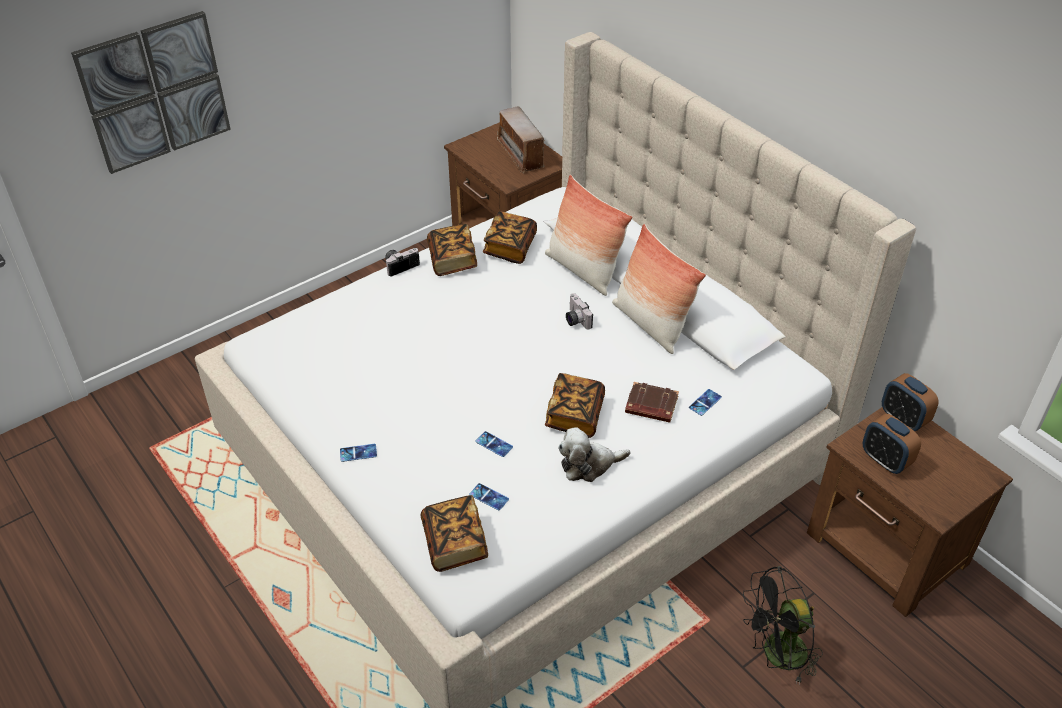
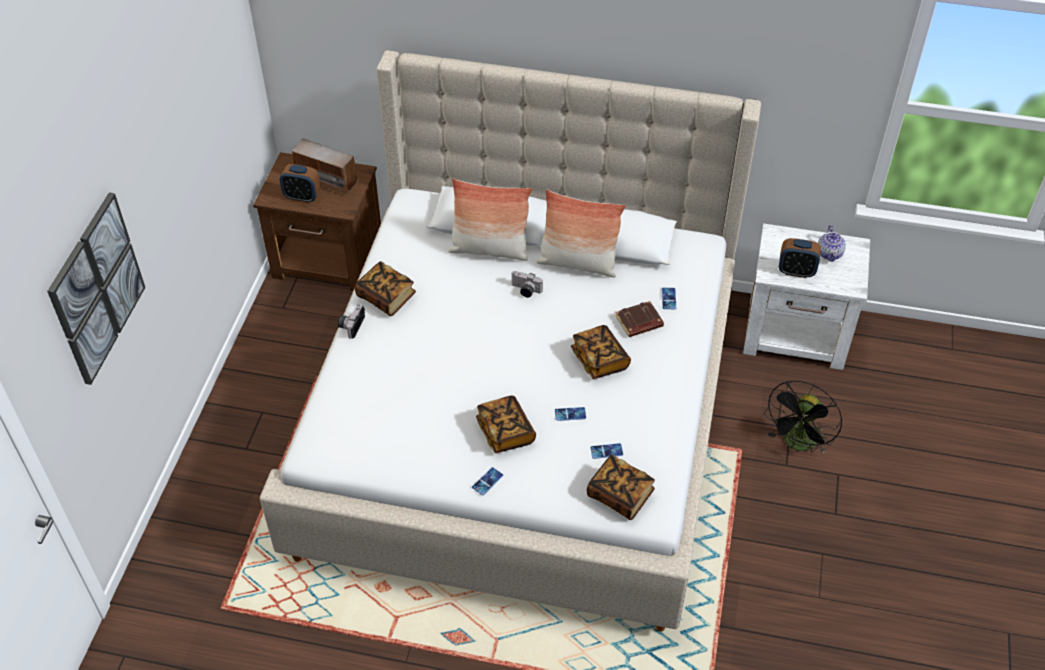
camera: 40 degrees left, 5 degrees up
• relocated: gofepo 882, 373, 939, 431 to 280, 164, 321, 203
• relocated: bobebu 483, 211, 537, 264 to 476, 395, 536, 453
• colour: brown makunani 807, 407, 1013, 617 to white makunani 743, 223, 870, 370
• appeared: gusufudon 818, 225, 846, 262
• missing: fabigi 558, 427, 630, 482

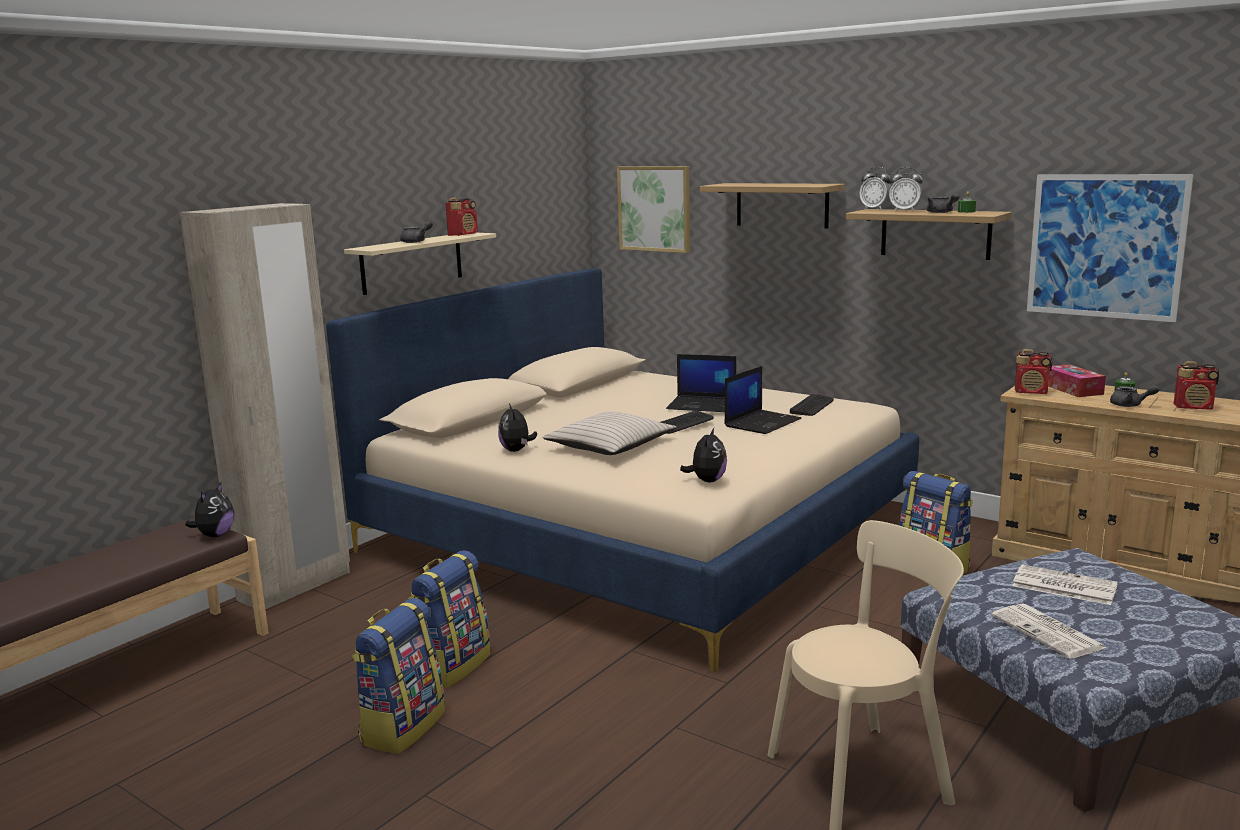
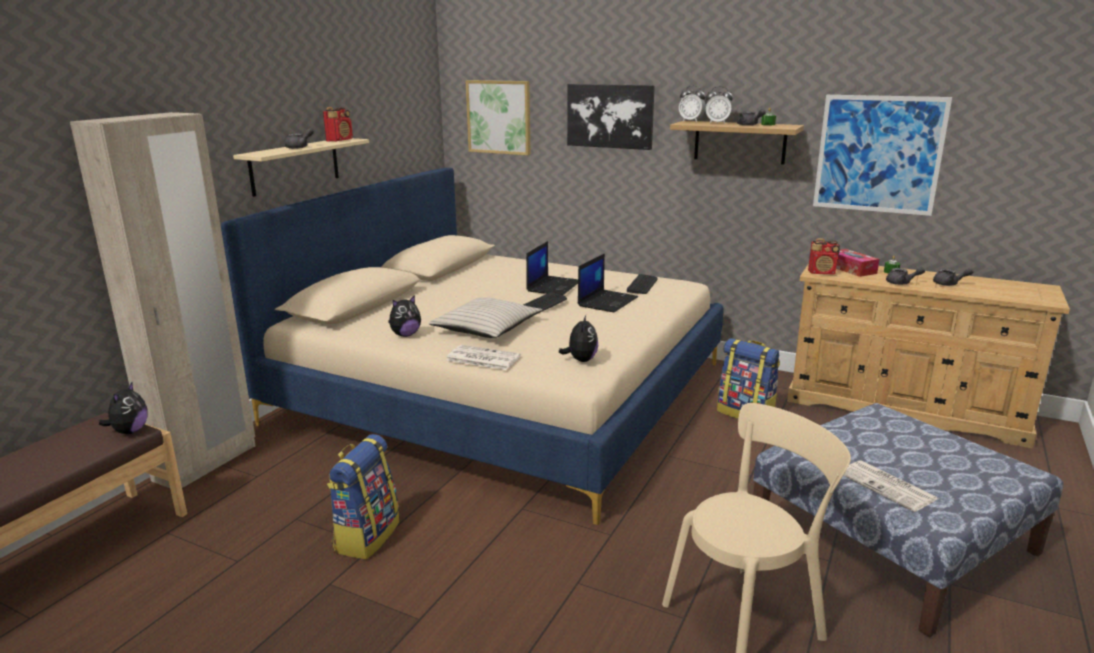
camera: 10 degrees left, 5 degrees up
• spun: fabigi 498, 403, 537, 452 = 388, 295, 421, 337 105 degrees counterclockwise
• relocated: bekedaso 1012, 564, 1118, 605 to 446, 345, 521, 370
• spun: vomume 666, 354, 737, 412 = 526, 241, 578, 295 75 degrees counterclockwise
• exchanged: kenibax 700, 183, 845, 229 to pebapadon 567, 84, 655, 150
• exchanged: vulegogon 1174, 361, 1219, 410 to grey gusufudon 933, 268, 973, 286
• missing: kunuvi 352, 598, 445, 754

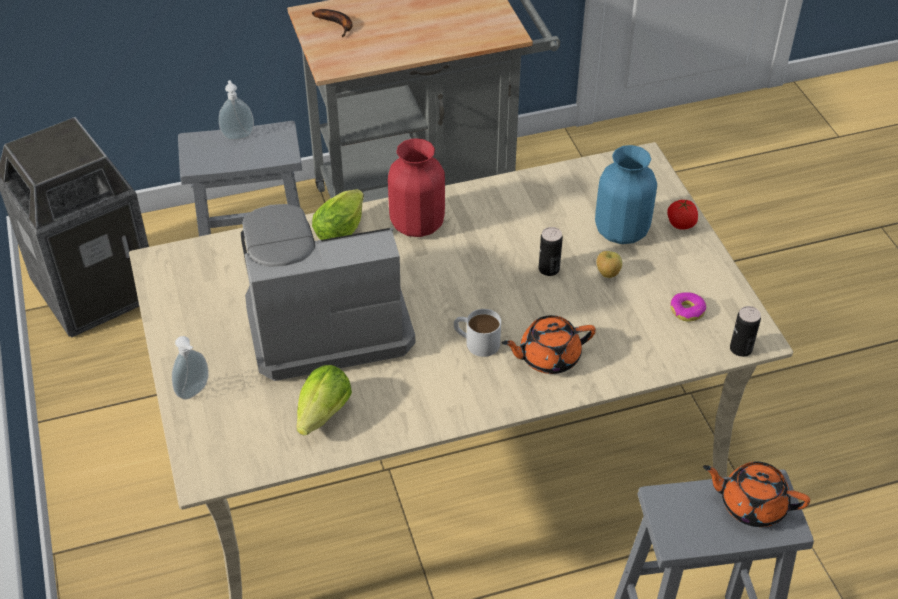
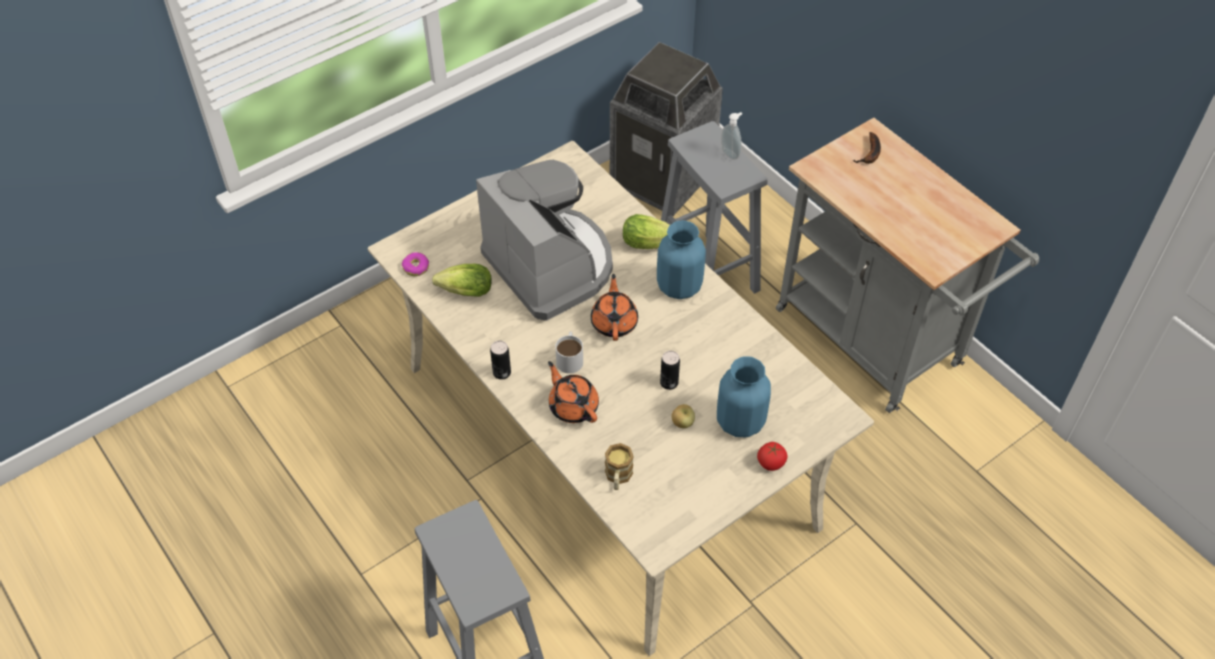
camera: 70 degrees right, 5 degrees up
• relocated: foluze 670, 292, 706, 322 to 402, 252, 429, 276
• relocated: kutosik 730, 306, 761, 357 to 490, 341, 511, 380
• relocated: orange gusufudon 703, 461, 810, 527 to 591, 274, 638, 341
• appeared: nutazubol 605, 443, 634, 490
• colour: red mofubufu 388, 138, 445, 237 to blue mofubufu 657, 220, 706, 299
• missing: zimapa 172, 336, 209, 400

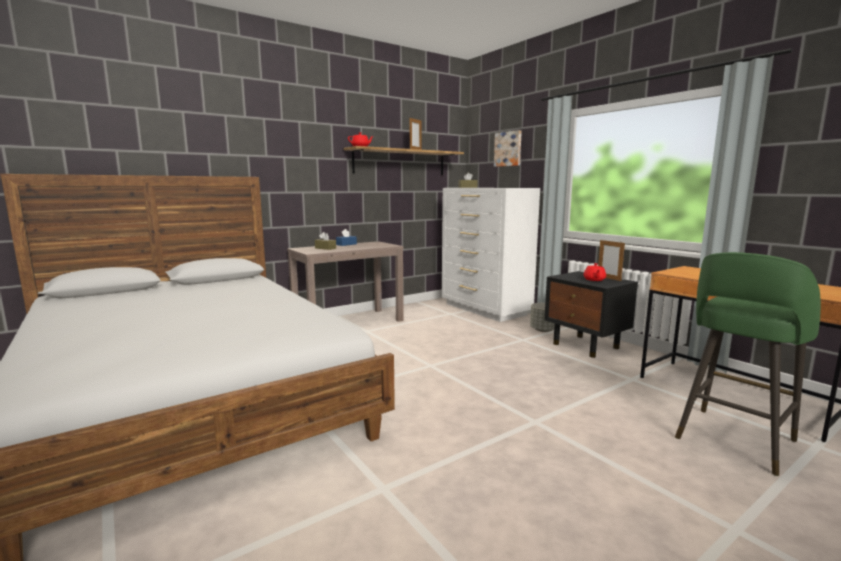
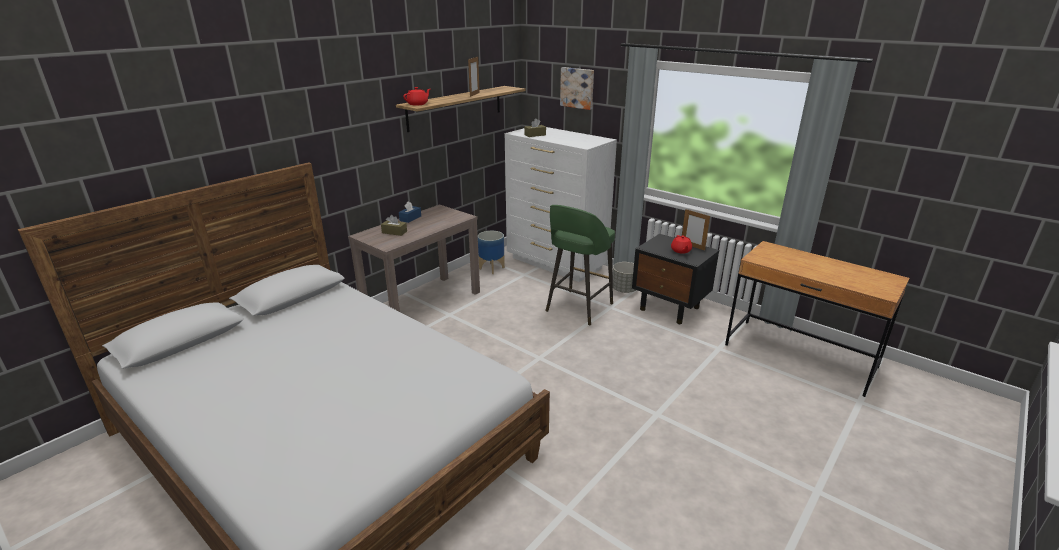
camera: 15 degrees left, 15 degrees up
• appeared: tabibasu 478, 231, 505, 274
• relocated: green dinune 675, 252, 821, 476 to 545, 205, 615, 326

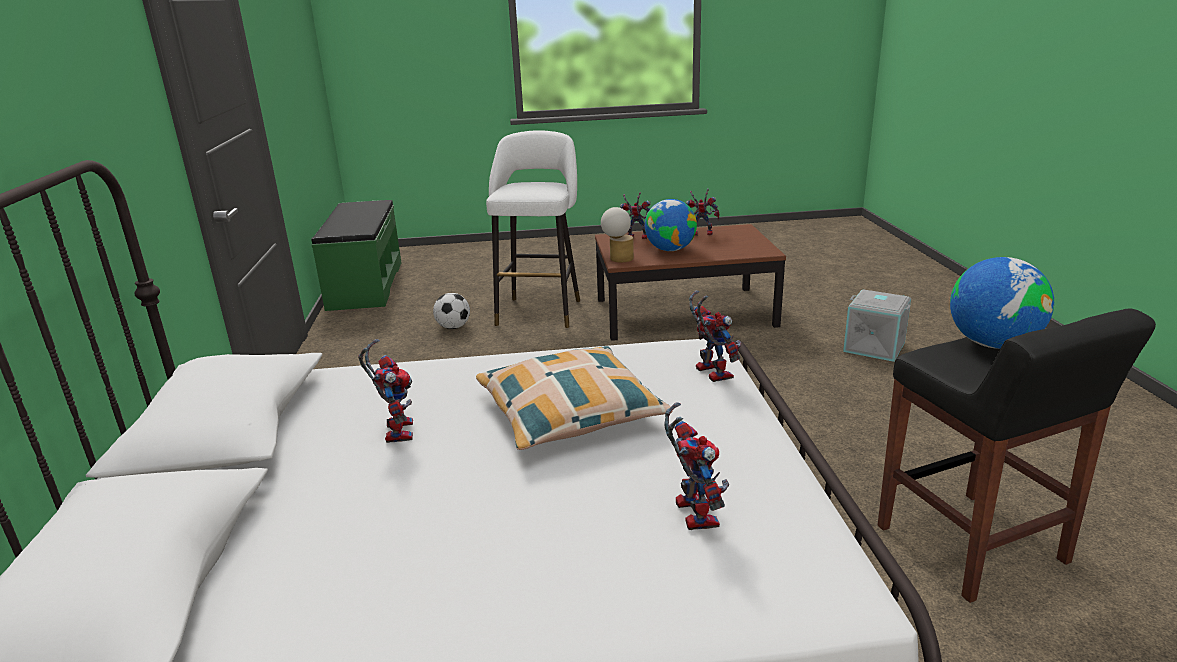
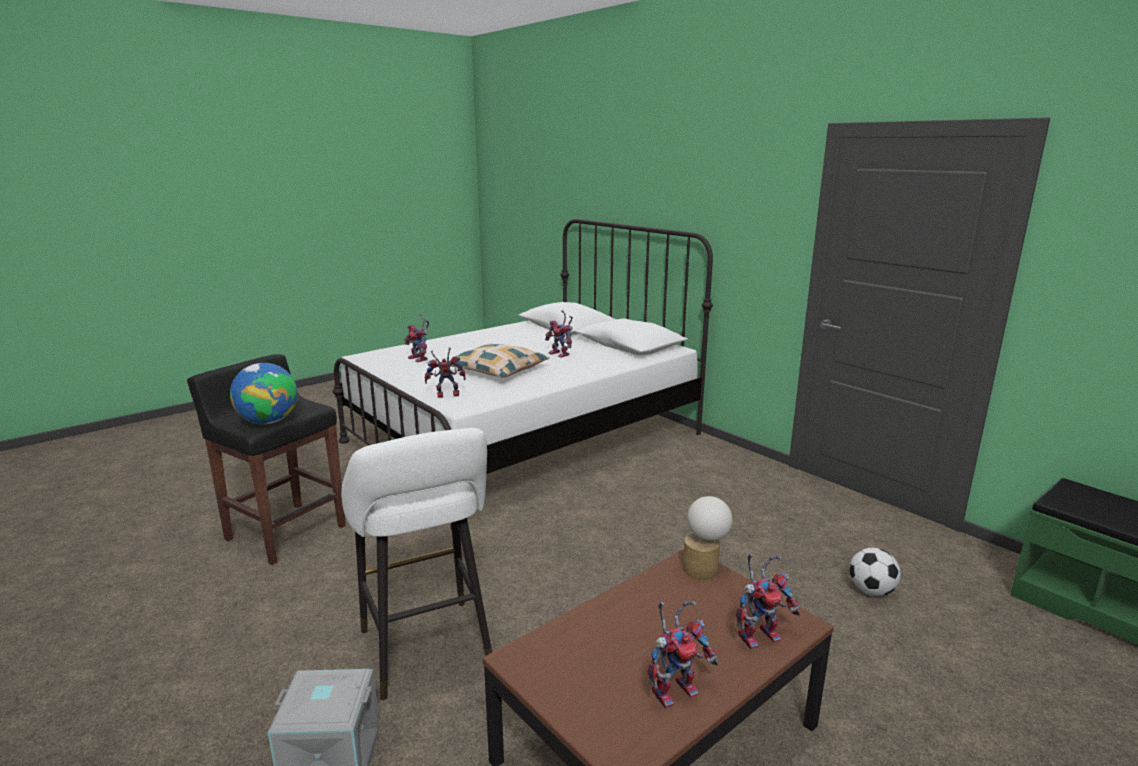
camera: 145 degrees right, 5 degrees down
• relocated: white dinune 486, 130, 580, 328 to 341, 428, 492, 700
• spun: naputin 689, 290, 741, 382 = 425, 347, 465, 398 135 degrees clockwise
• missing: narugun 645, 199, 697, 251

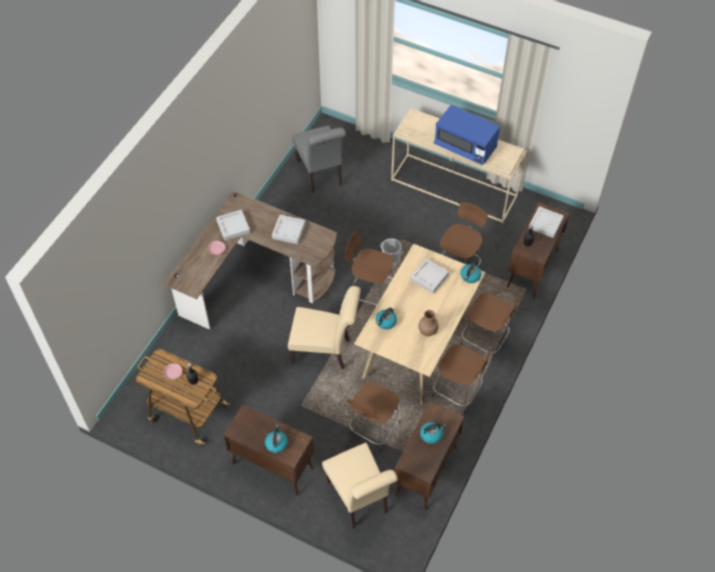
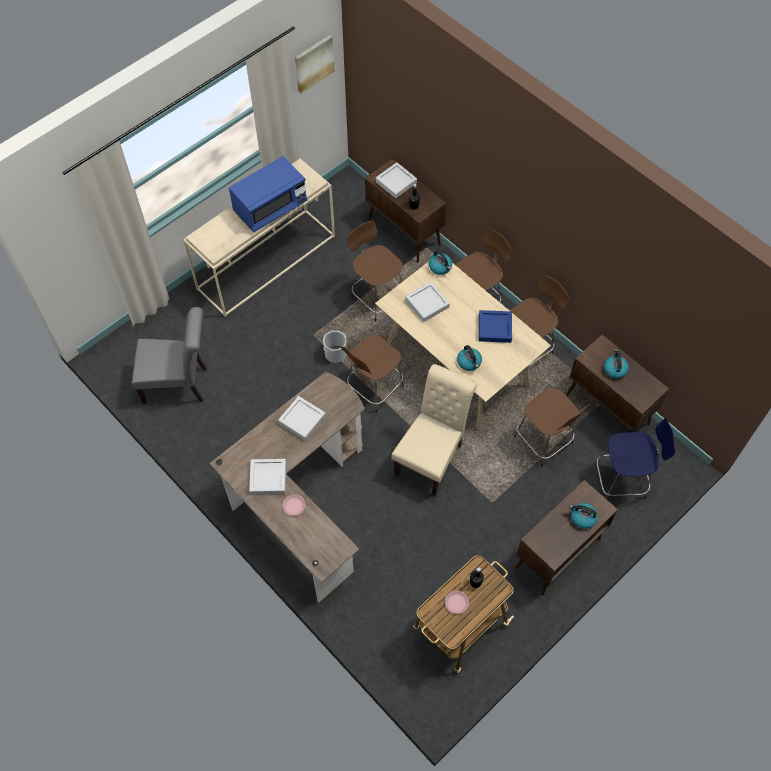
camera: 70 degrees left, 5 degrees up
• appeared: pebapadon 295, 35, 334, 93
• exchanged: brown mofubufu 418, 310, 438, 336 to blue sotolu 479, 310, 512, 343
• exchanged: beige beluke 322, 443, 398, 529 to blue dinune 595, 418, 675, 499

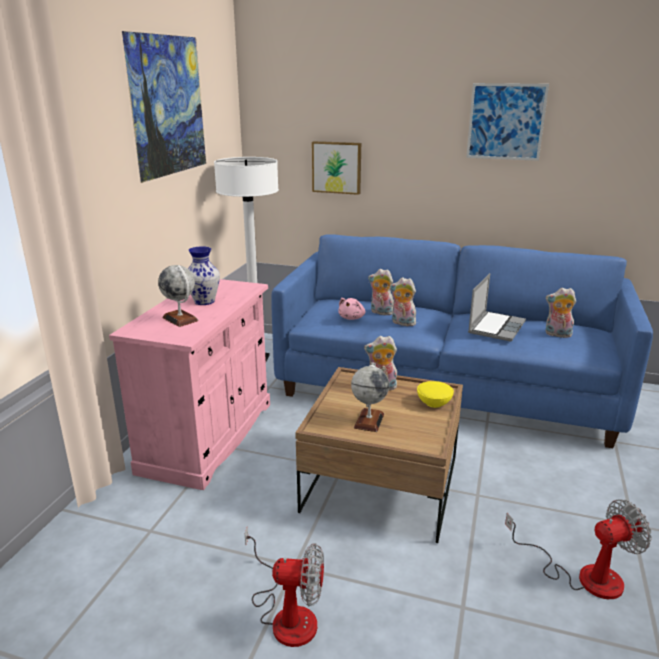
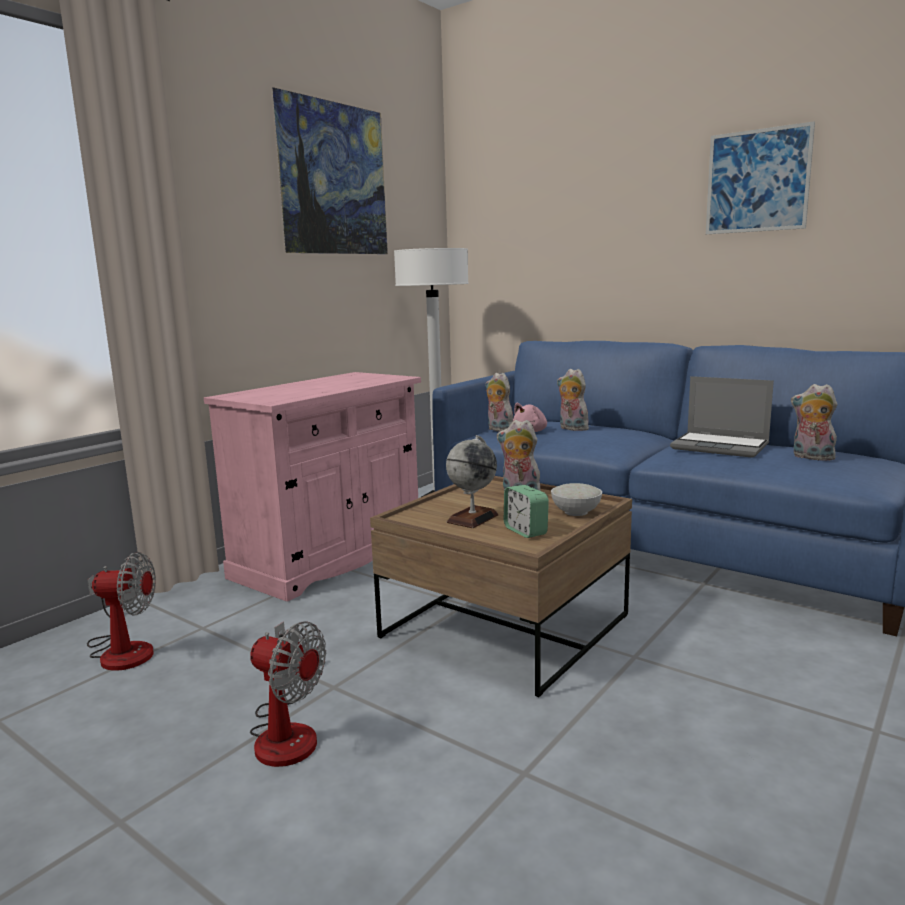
camera: 20 degrees right, 10 degrees down
• relocated: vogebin 505, 499, 652, 599 to 87, 552, 156, 671
• relocated: fabigi 390, 277, 416, 326 to 485, 373, 513, 432
• appeared: gofepo 504, 485, 549, 538
• colour: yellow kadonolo 417, 381, 454, 408 to white kadonolo 551, 483, 602, 516
• spun: vomume 468, 273, 526, 342 = 670, 376, 774, 458 75 degrees clockwise
• missing: narugun 158, 265, 199, 327
• missing: mofubufu 188, 246, 220, 305
• missing: pebapadon 312, 141, 361, 195

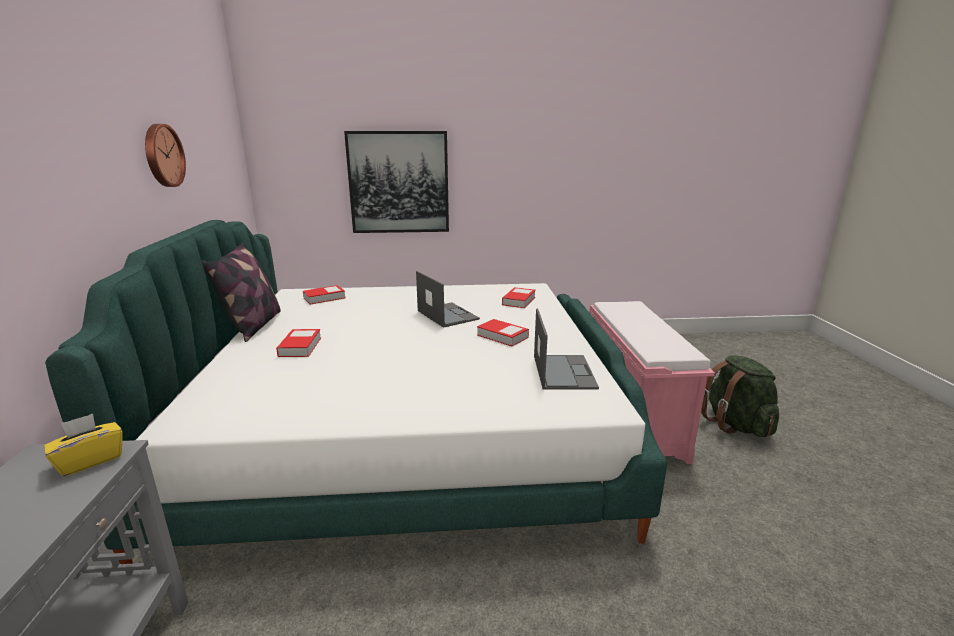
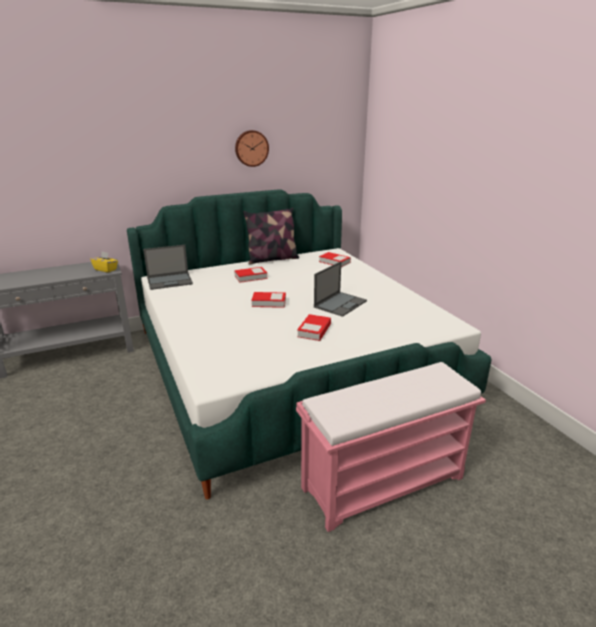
camera: 70 degrees right, 5 degrees up
• relocated: vomume 534, 309, 599, 390 to 143, 245, 193, 290
• relocated: bobebu 502, 287, 536, 308 to 251, 292, 286, 308
• missing: pebapadon 344, 131, 449, 233
• missing: green kunuvi 701, 355, 779, 437

